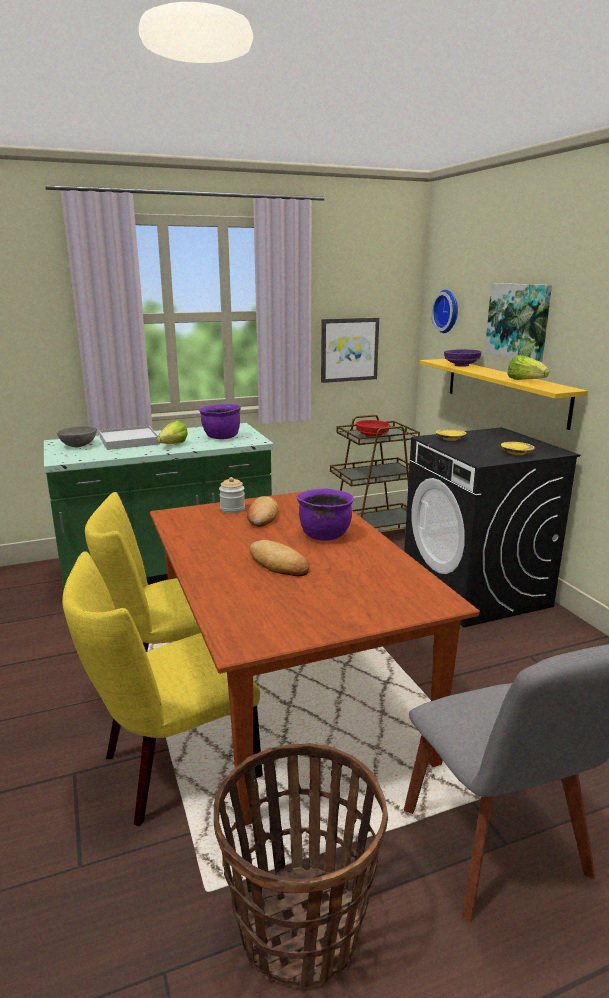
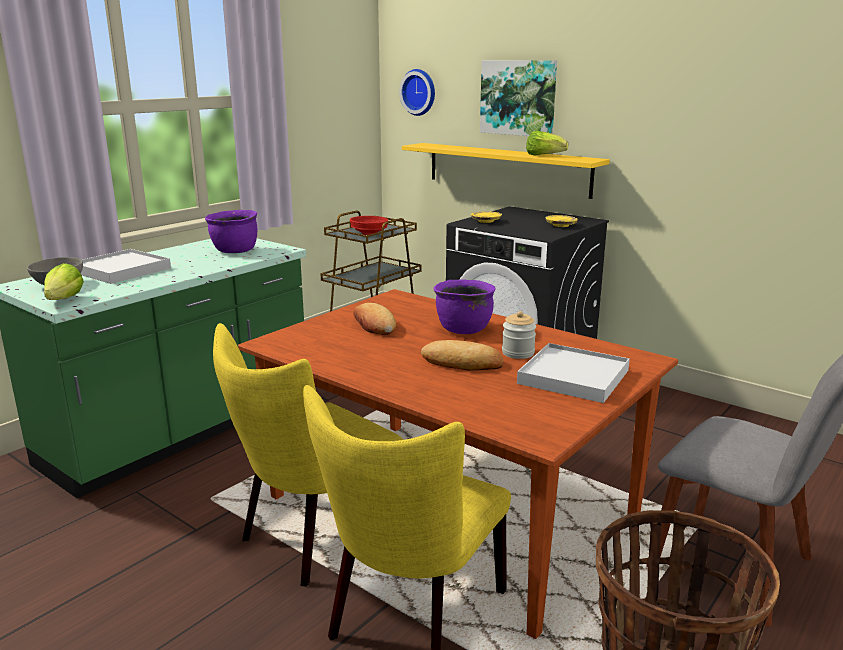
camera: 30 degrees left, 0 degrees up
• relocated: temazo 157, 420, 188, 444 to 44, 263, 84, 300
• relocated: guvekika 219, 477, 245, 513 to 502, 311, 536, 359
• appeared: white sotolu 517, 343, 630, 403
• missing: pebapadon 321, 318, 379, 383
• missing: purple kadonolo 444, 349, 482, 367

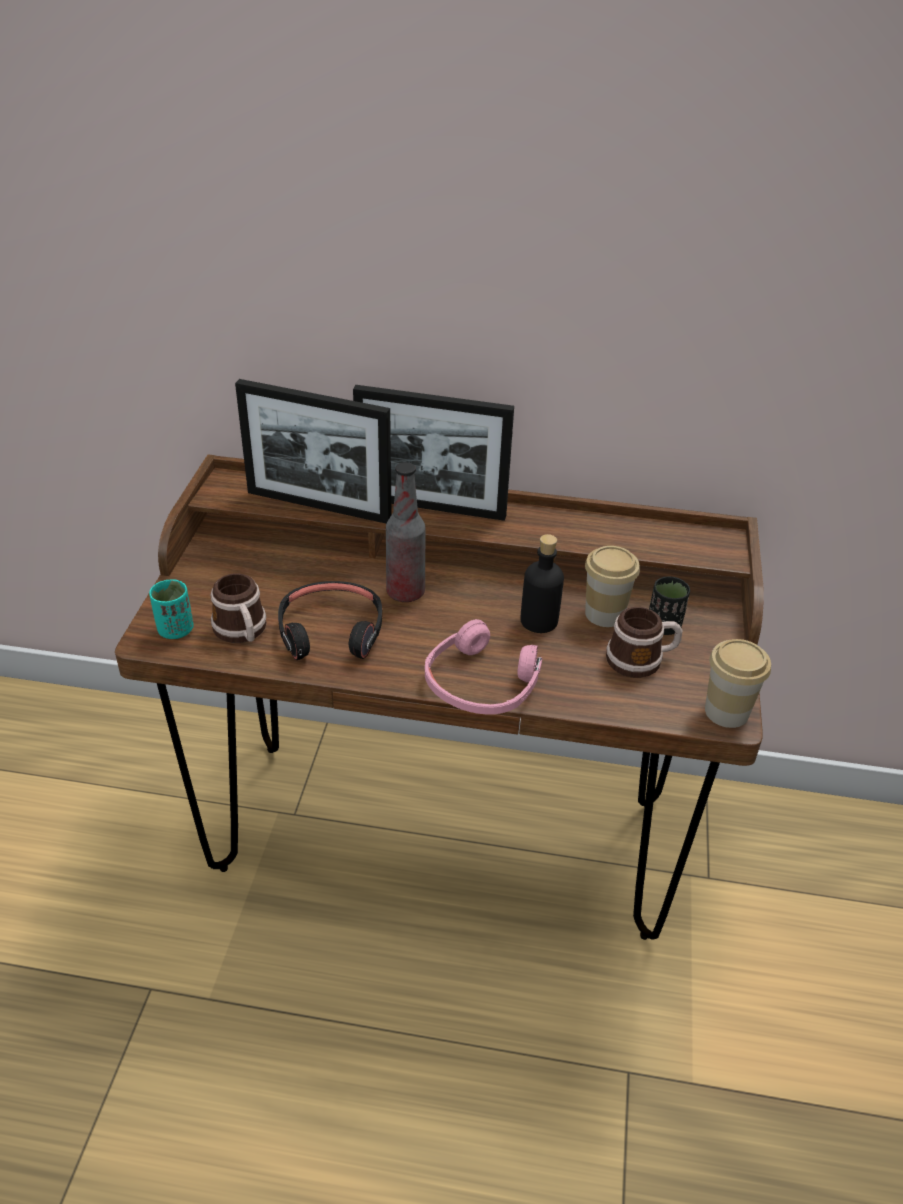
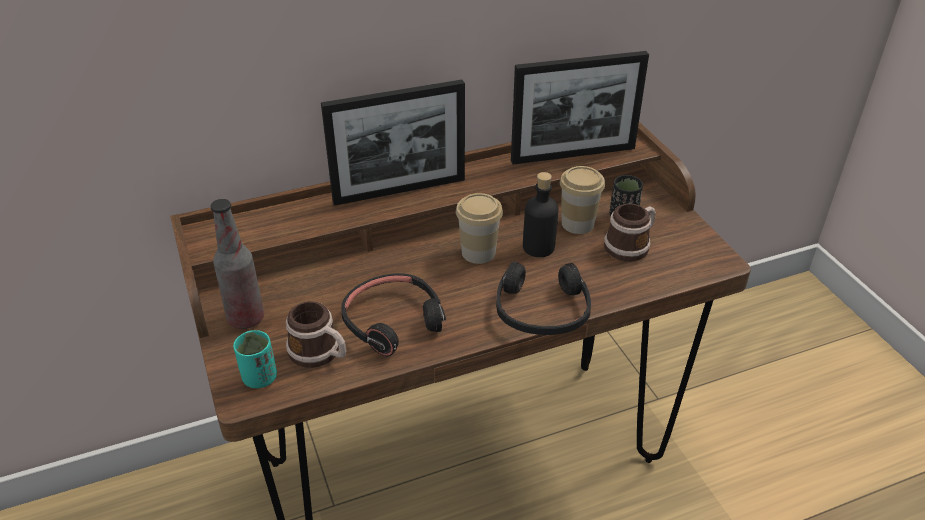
camera: 30 degrees left, 0 degrees up
• relocated: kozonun 386, 462, 425, 602 to 210, 199, 264, 329
• relocated: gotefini 705, 639, 771, 728 to 456, 193, 503, 264
• colour: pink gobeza 425, 619, 543, 714 to black gobeza 496, 261, 591, 335
• relocated: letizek 235, 379, 392, 524 to 511, 51, 649, 165

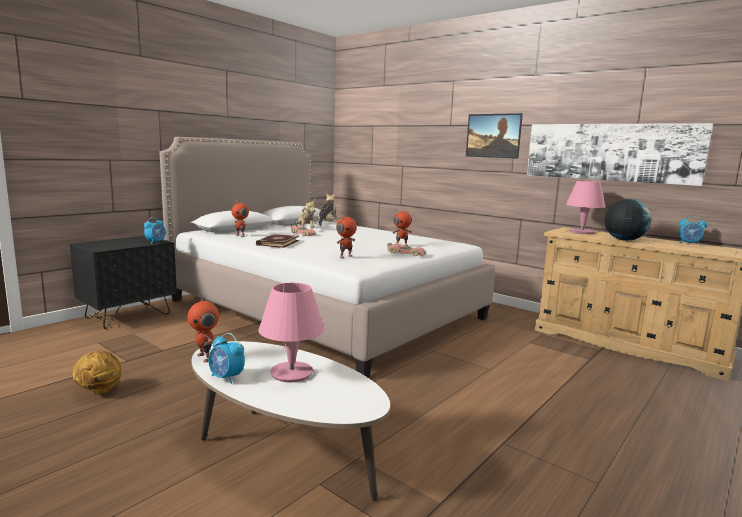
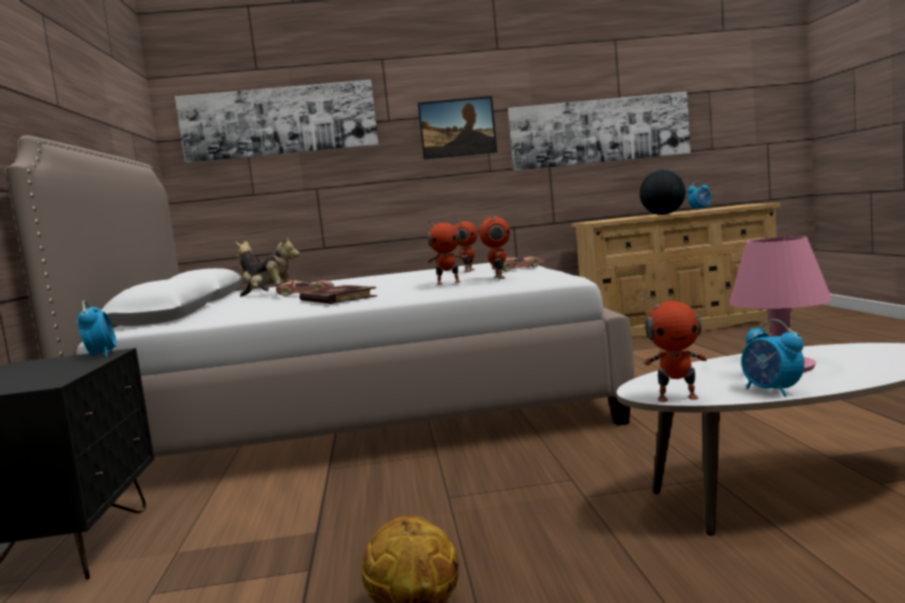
camera: 45 degrees left, 5 degrees down
• appeared: pebapadon 175, 80, 379, 163
• relocated: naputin 231, 200, 249, 237 to 425, 219, 465, 285
• spun: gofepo 208, 333, 245, 384 = 741, 319, 804, 397 75 degrees clockwise
• missing: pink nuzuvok 566, 180, 605, 234

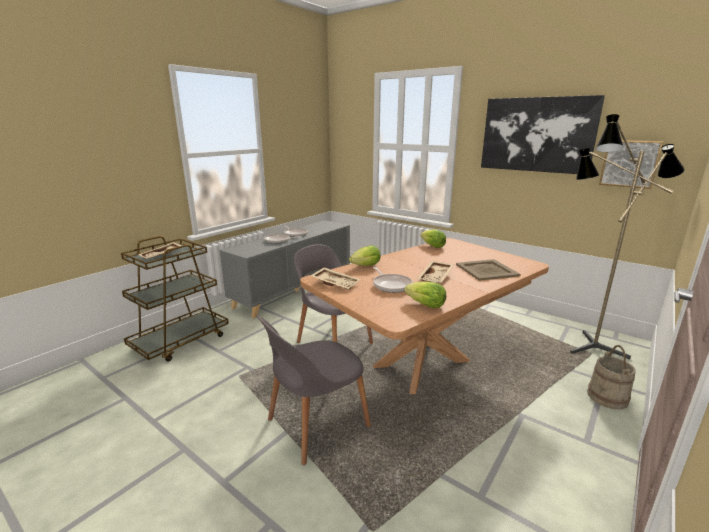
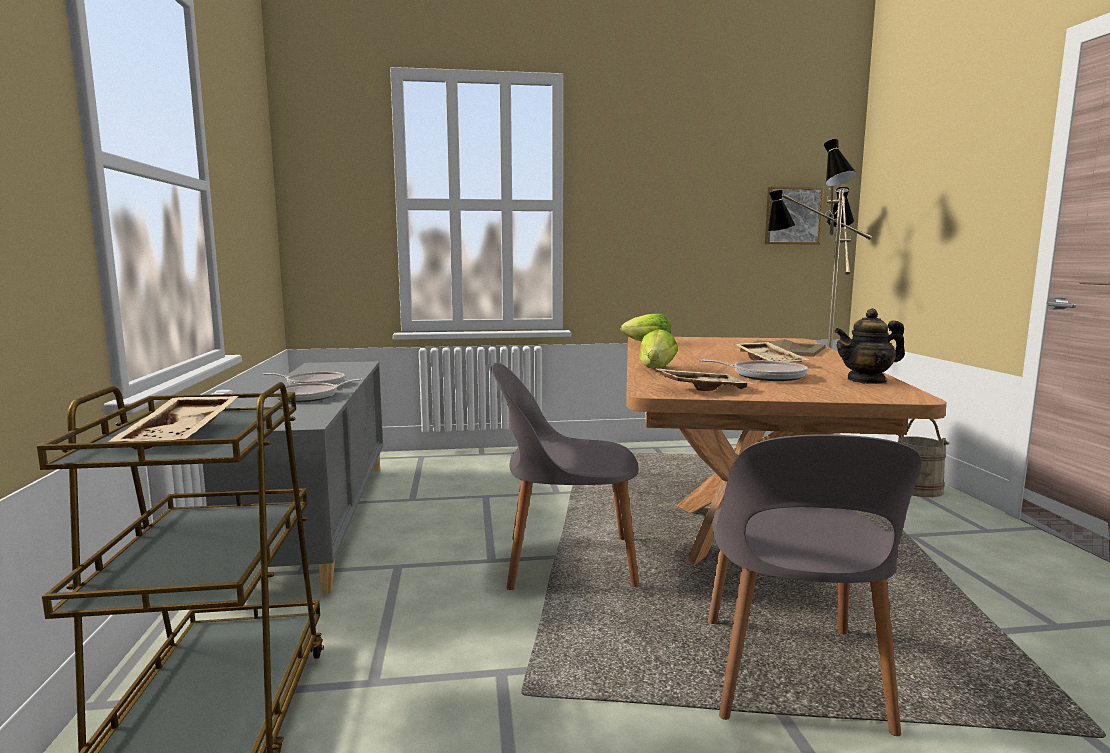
camera: 45 degrees left, 10 degrees down
• exchanged: temazo 404, 281, 446, 308 to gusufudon 834, 308, 905, 384
• missing: pebapadon 481, 95, 605, 174

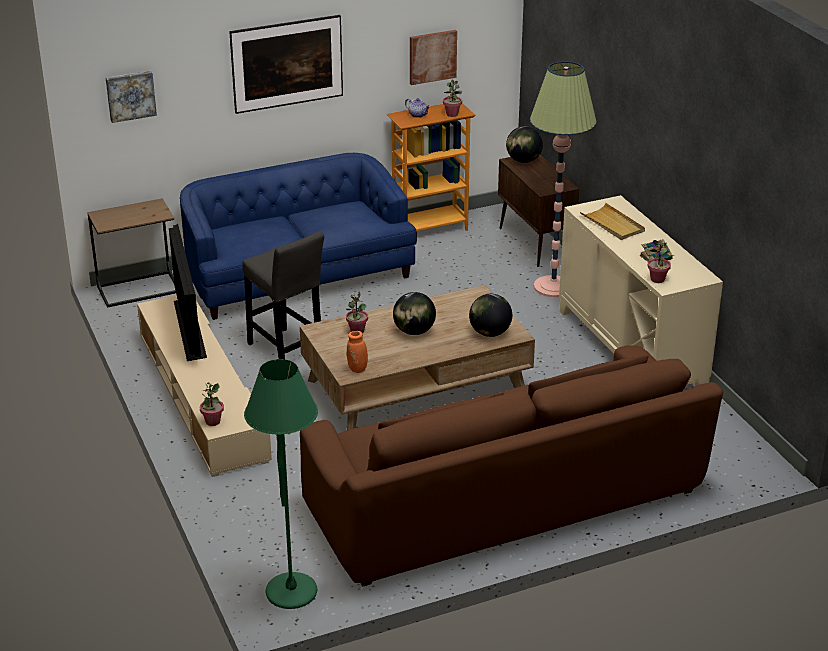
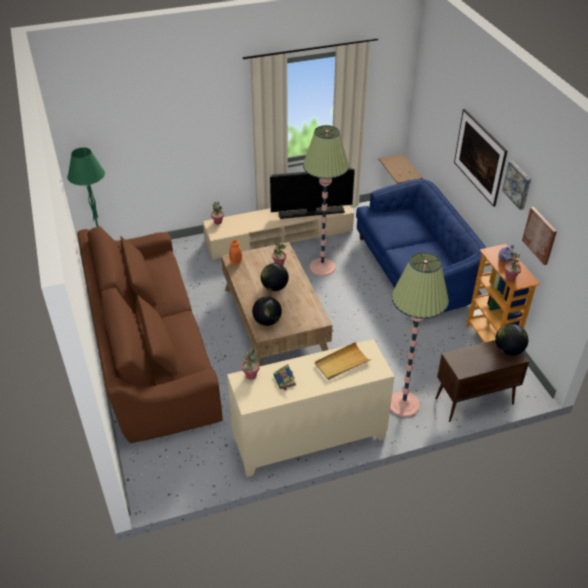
camera: 95 degrees right, 10 degrees up
• exchanged: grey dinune 242, 231, 324, 359 to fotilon 303, 125, 349, 276
• relocated: pebapadon 106, 71, 157, 123 to 502, 160, 531, 210

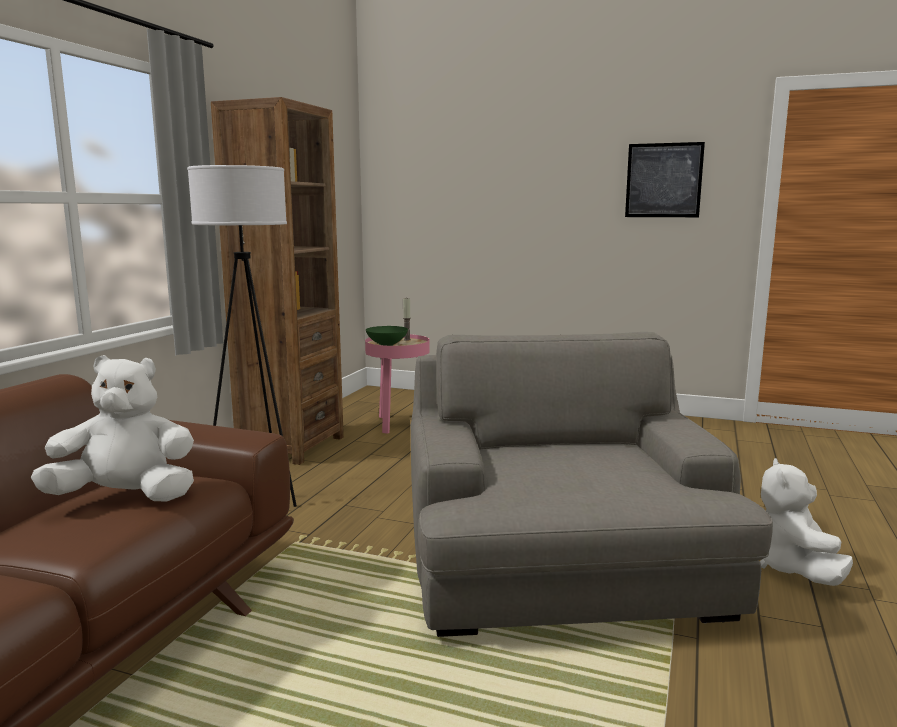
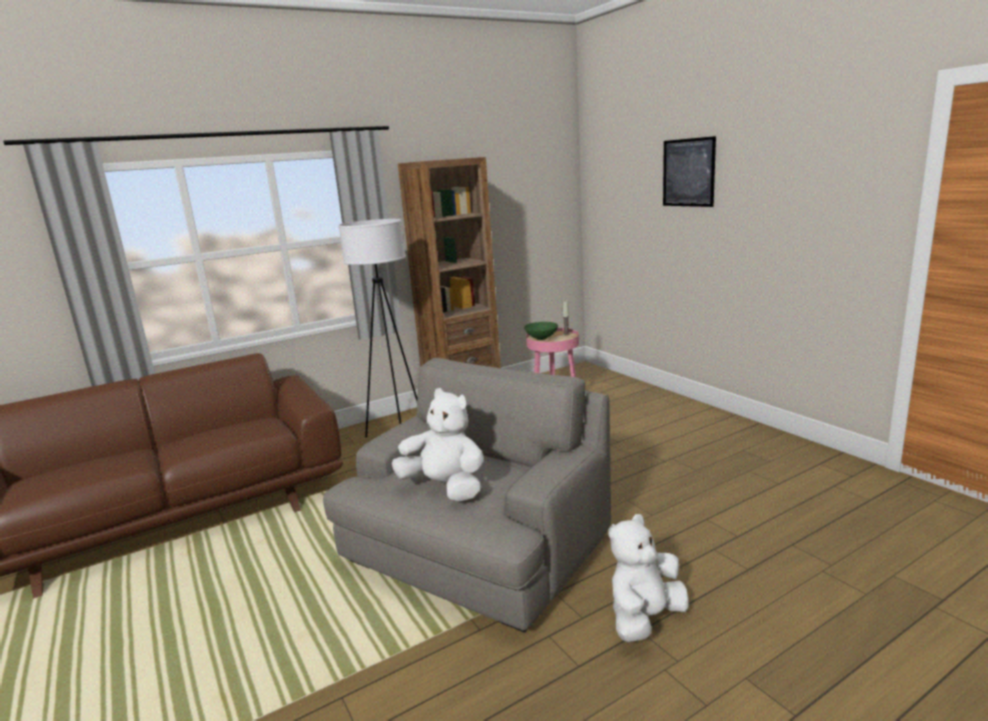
camera: 40 degrees right, 5 degrees up
• relocated: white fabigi 31, 355, 194, 502 to 391, 388, 484, 501
• relocated: pebapadon 625, 142, 705, 217 to 663, 136, 716, 207

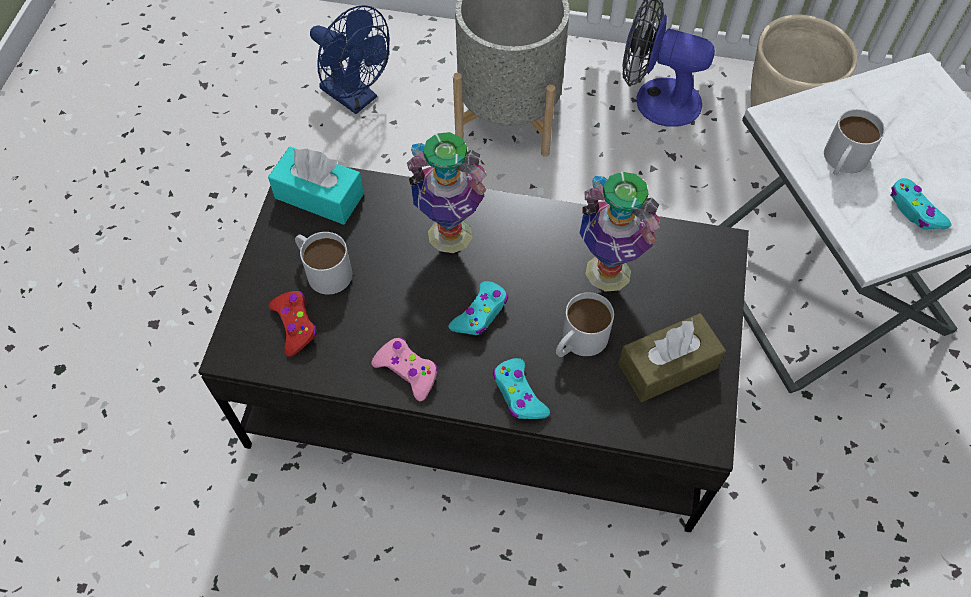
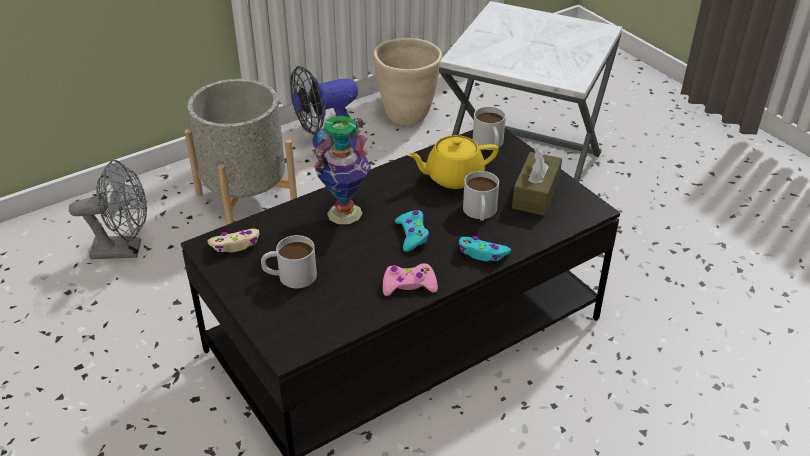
camera: 45 degrees left, 20 degrees down
• colour: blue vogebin 310, 5, 390, 114 to grey vogebin 69, 160, 147, 259
• exchanged: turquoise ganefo 268, 147, 364, 225 to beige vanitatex 208, 229, 259, 253
• exchanged: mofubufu 580, 172, 660, 292 to yellow gusufudon 407, 135, 499, 189
• relocated: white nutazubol 824, 109, 885, 175 to 473, 107, 506, 150
• missing: red vanitatex 269, 291, 316, 357
• missing: turquoise vanitatex 891, 178, 951, 230

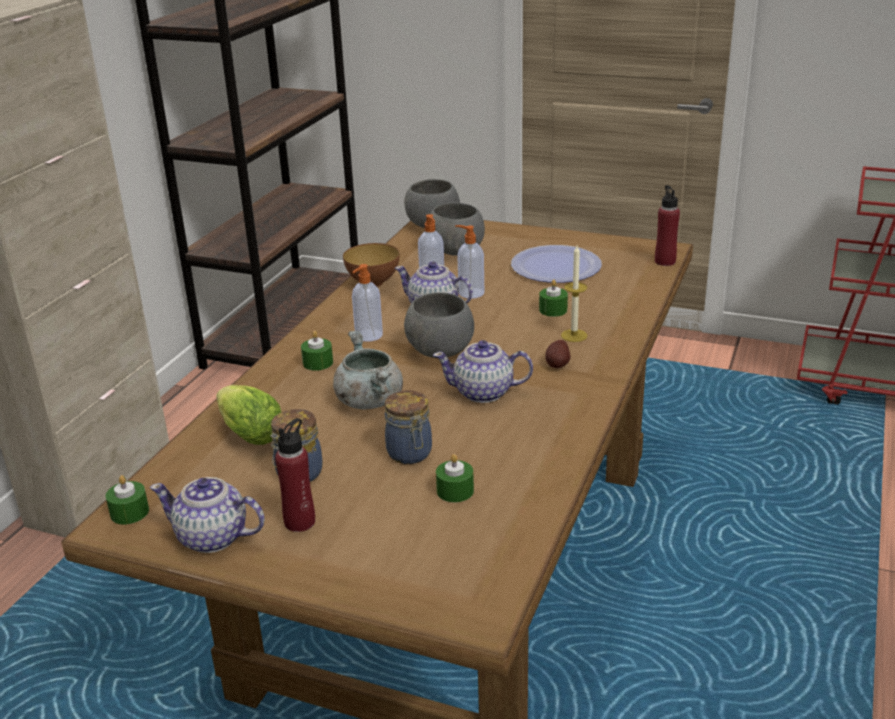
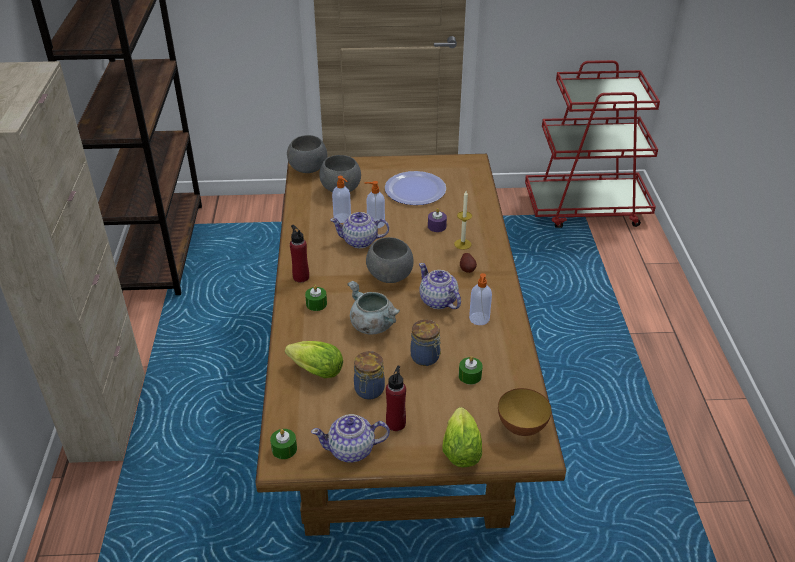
camera: 25 degrees left, 10 degrees up
• relocated: red kozonun 655, 185, 680, 266 to 290, 225, 309, 282
• spun: gusufudon 433, 340, 533, 403 = 419, 263, 461, 309 75 degrees clockwise
• colour: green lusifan 539, 280, 568, 317 to purple lusifan 428, 208, 447, 232
• appeared: temazo 442, 407, 482, 467
• relocated: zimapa 352, 264, 383, 342 to 469, 273, 492, 325
• relocated: kadonolo 343, 243, 400, 287 to 498, 388, 552, 436

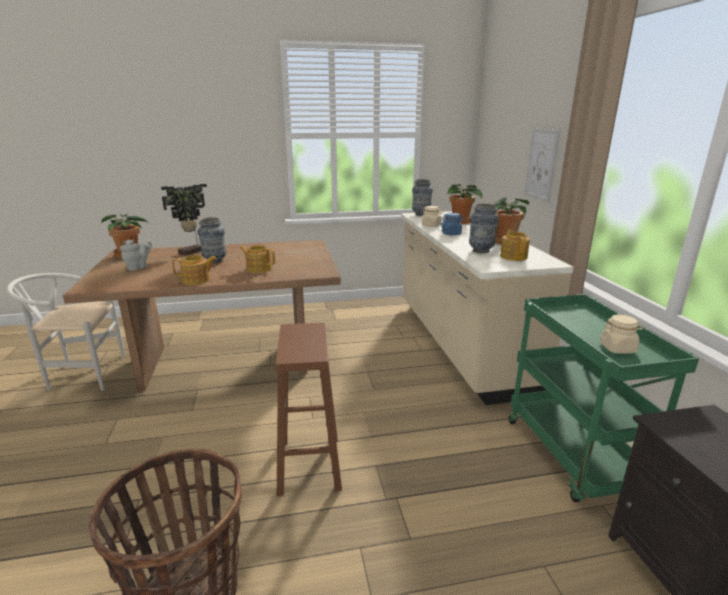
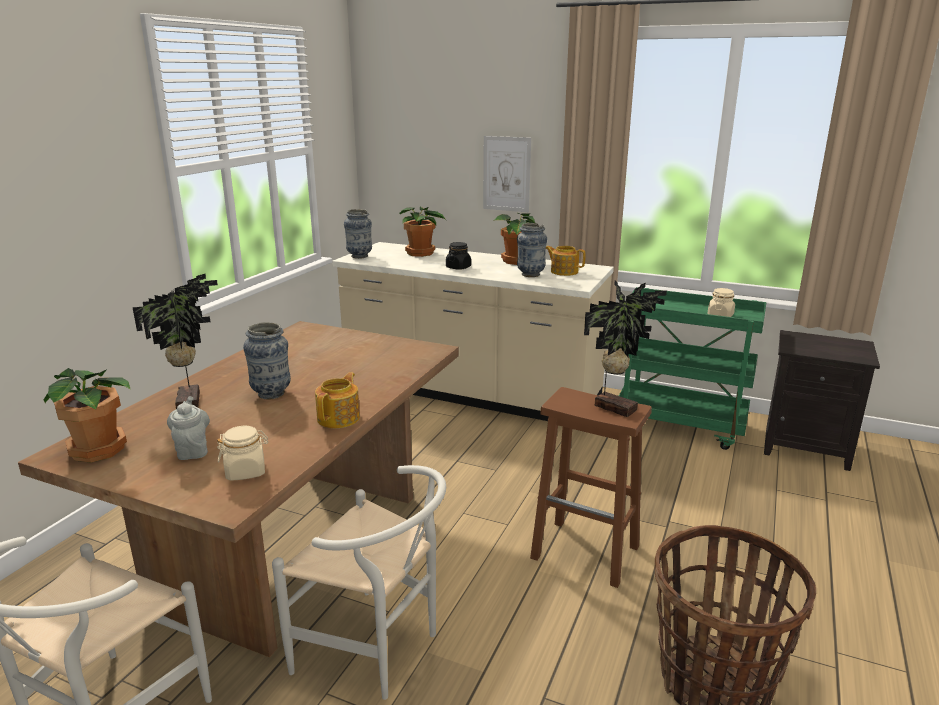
camera: 55 degrees left, 0 degrees up
• relocated: beige guvekika 422, 206, 443, 227 to 217, 426, 268, 481
• appeared: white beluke 272, 465, 446, 700
• colour: blue guvekika 441, 213, 464, 236 to black guvekika 446, 242, 471, 270
• appeared: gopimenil 584, 280, 667, 417
• missing: gusufudon 240, 245, 275, 273

